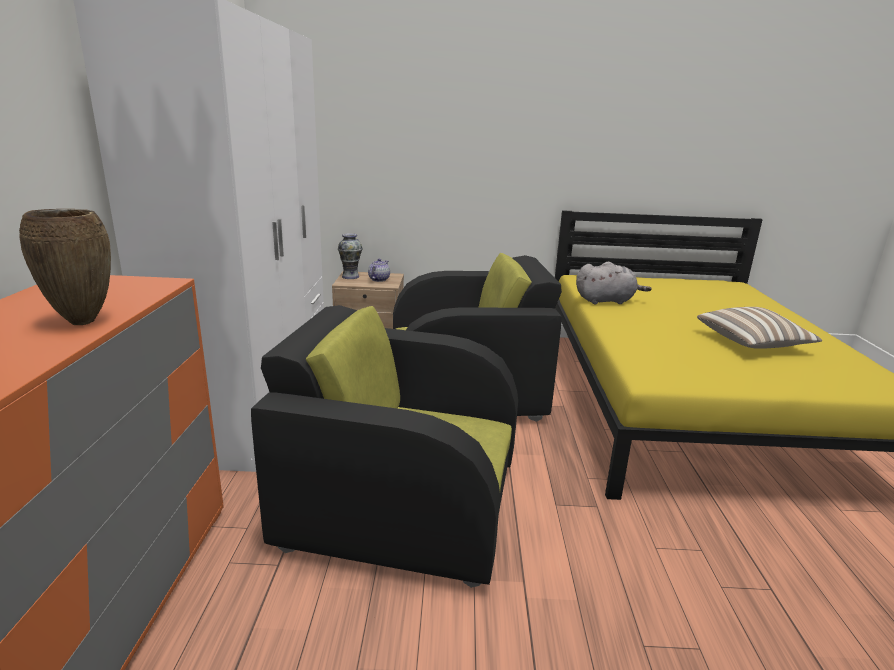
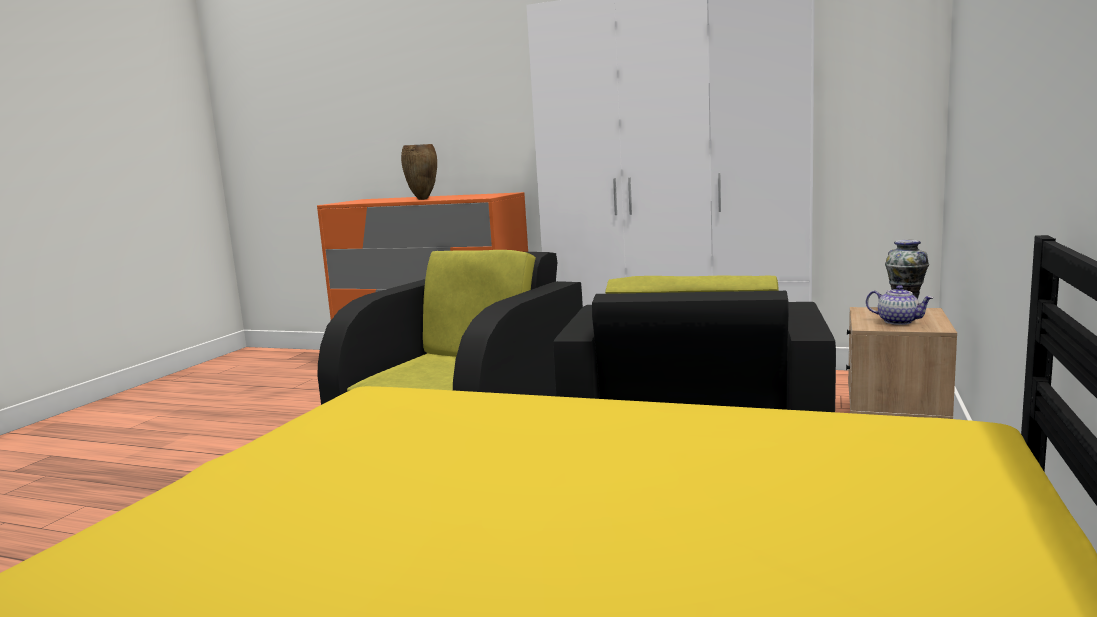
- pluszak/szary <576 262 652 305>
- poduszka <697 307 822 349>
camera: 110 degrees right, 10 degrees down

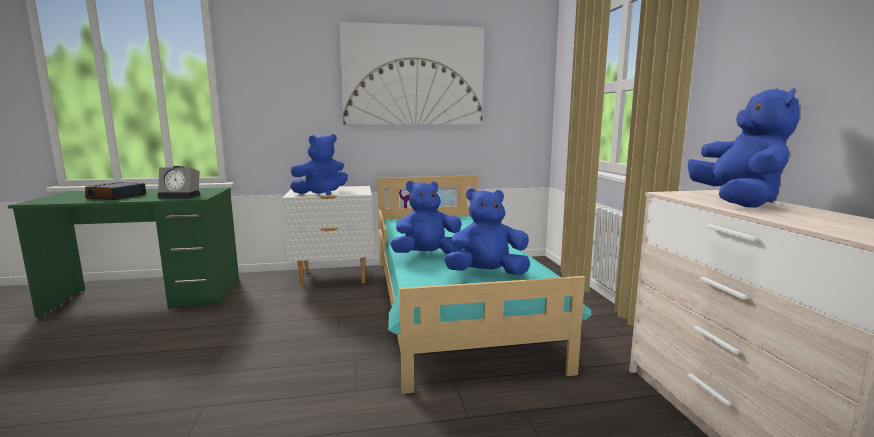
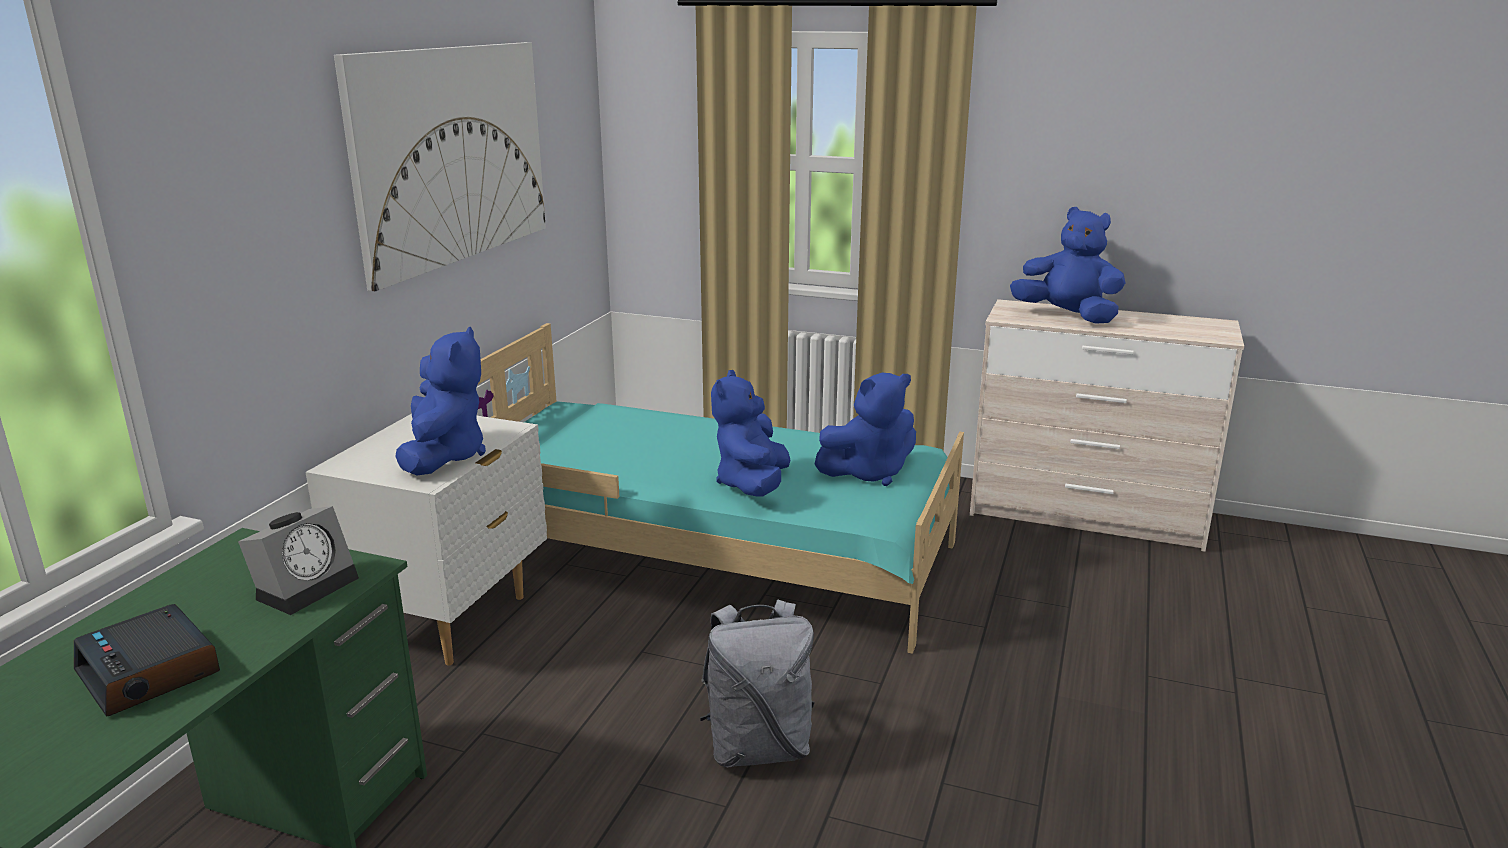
+ plecak/szary <700 600 815 767>
~ pluszak/niebieski <444 188 530 275> = <814 373 916 486> 135 degrees counterclockwise
camera: 60 degrees left, 10 degrees up

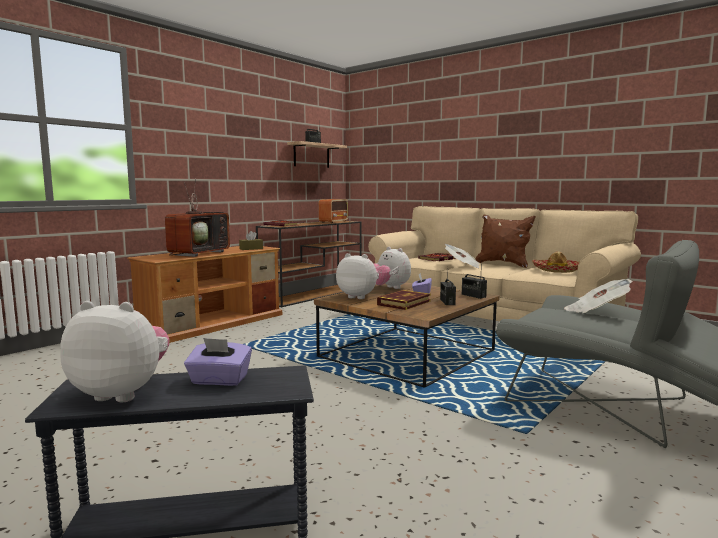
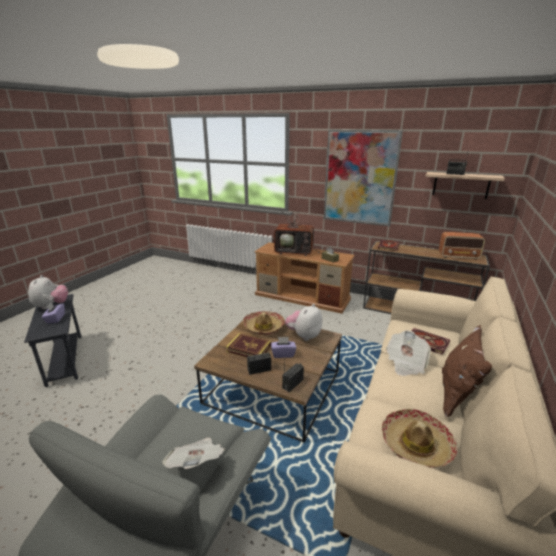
~ pluszak <336 253 379 299> to kapelusz <243 311 285 335>
+ obraz <324 130 403 226>
camera: 75 degrees right, 15 degrees up

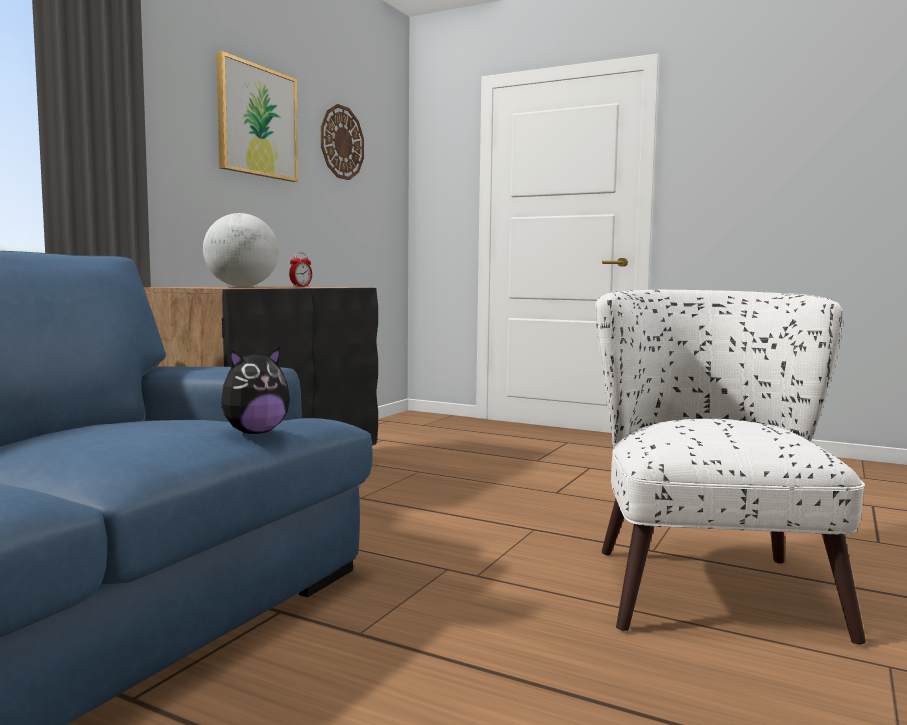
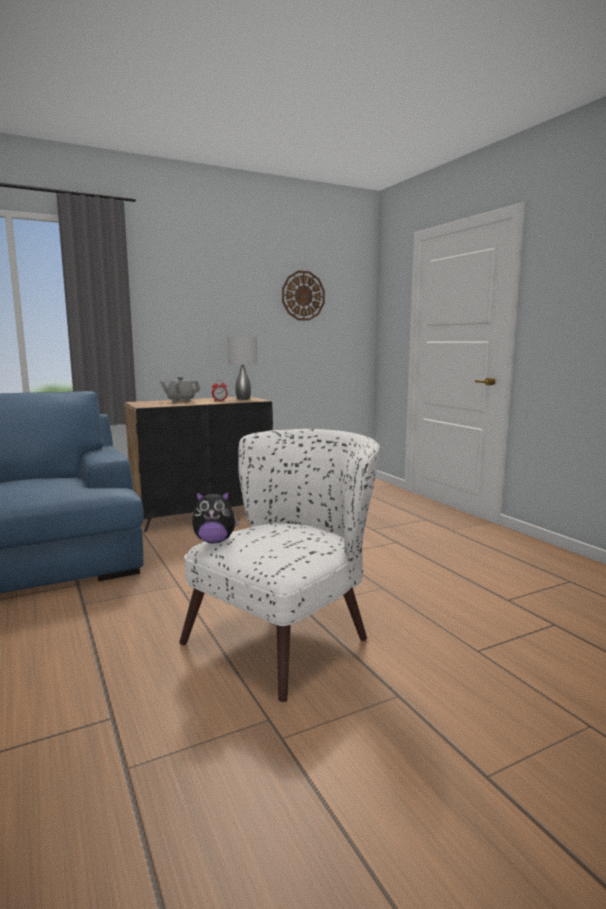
~ globus <203 213 279 287> to imbryk/szary <160 377 200 402>
~ pluszak <221 347 290 434> to <192 490 239 543>
+ lampa stołowa/szary <227 335 257 400>
- obraz <216 51 298 182>
camera: 35 degrees right, 5 degrees up

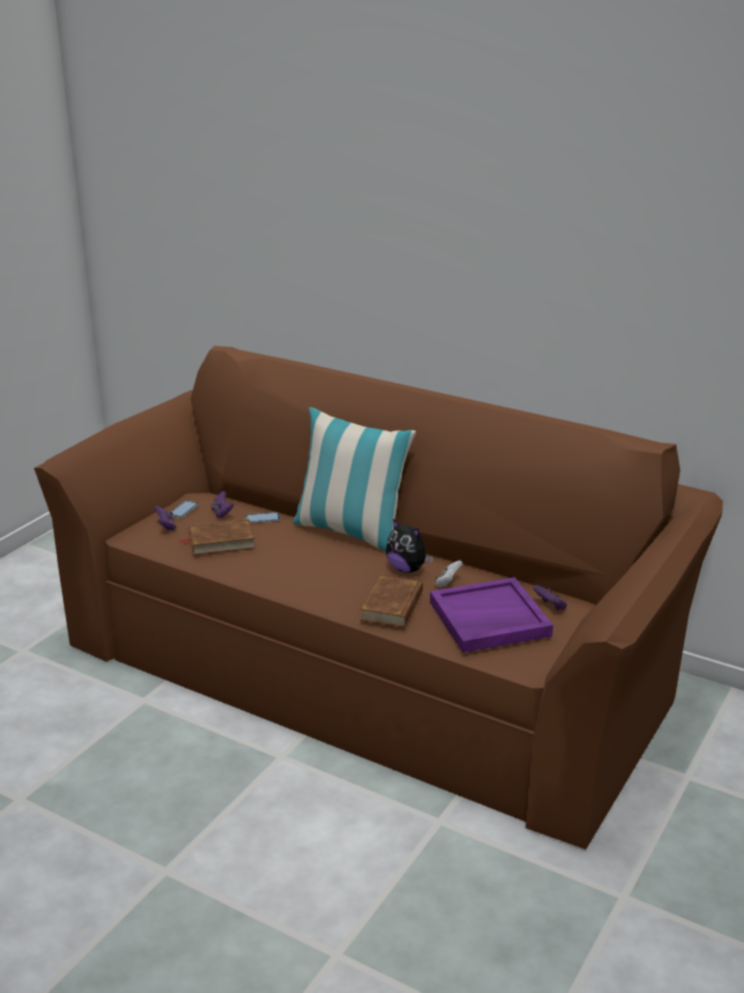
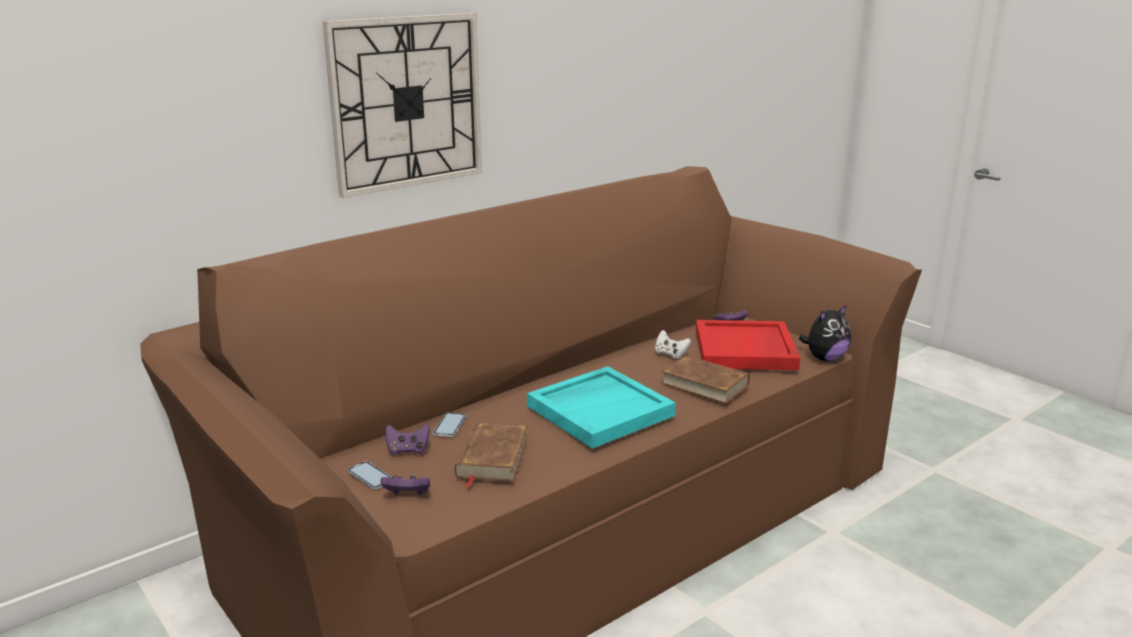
+ zegar ścienny <323 13 482 198>
+ taca/turkusowy <527 366 676 449>
~ taca/fioletowy <430 577 553 653> to taca/czerwony <696 320 800 370>
~ pluszak <386 519 434 573> to <799 304 851 362>
- poduszka <293 407 416 552>
camera: 70 degrees left, 5 degrees down

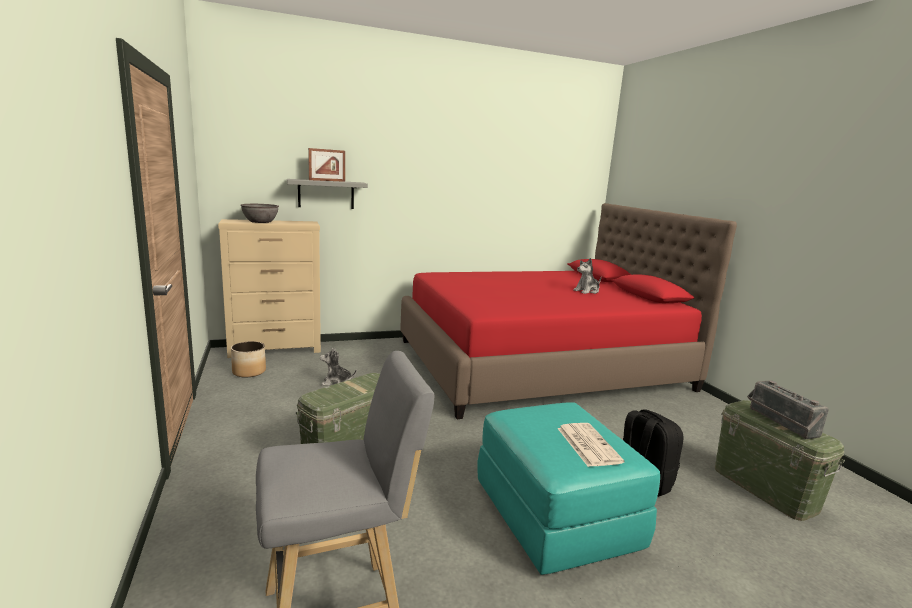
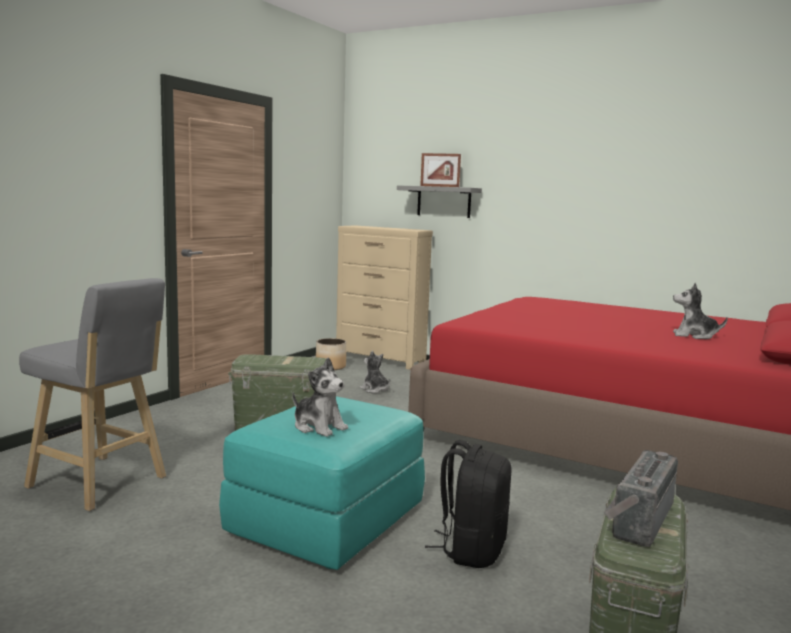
~ gazeta <557 423 625 467> to pluszak <292 357 348 437>
- miska/szary <240 204 279 223>
camera: 50 degrees right, 5 degrees down

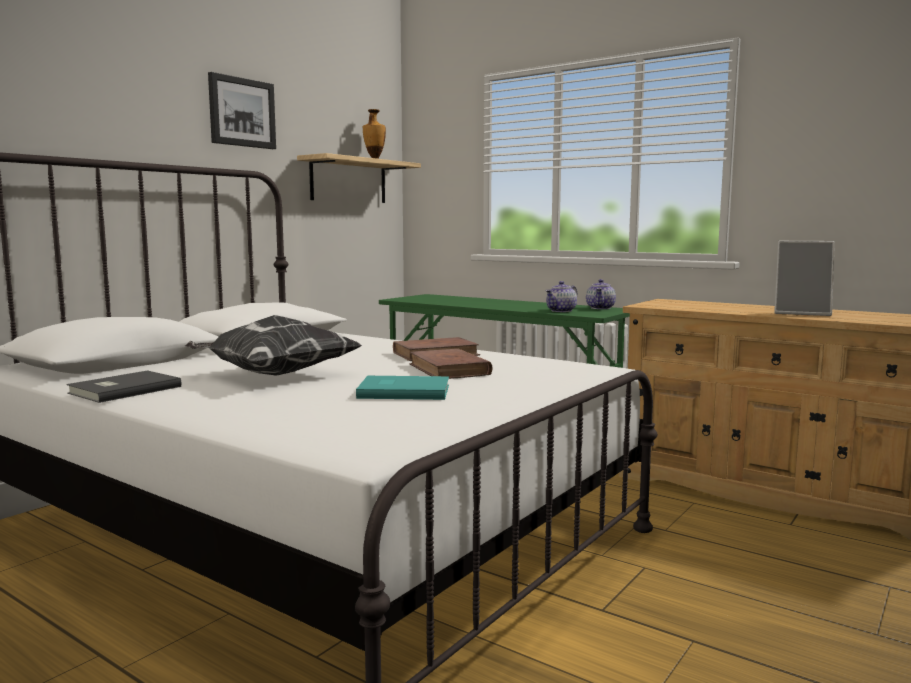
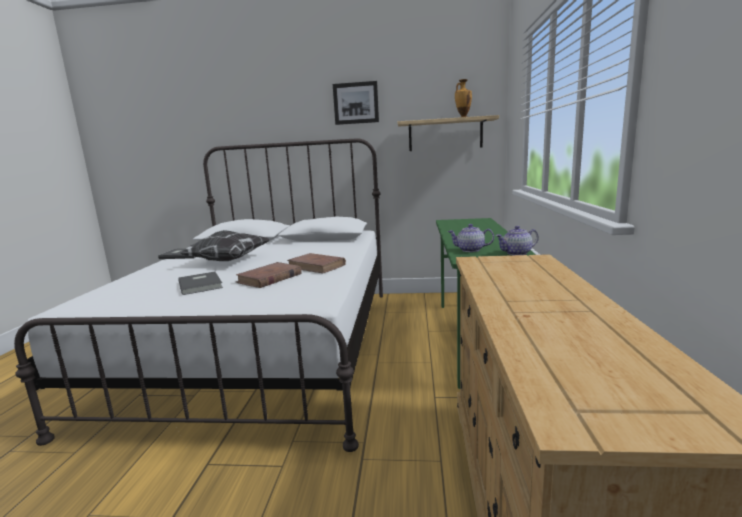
~ książka/turkusowy <356 376 449 400> to książka/szary <178 272 223 295>
- ramka na zdjęcie <774 241 835 316>
camera: 60 degrees right, 5 degrees up

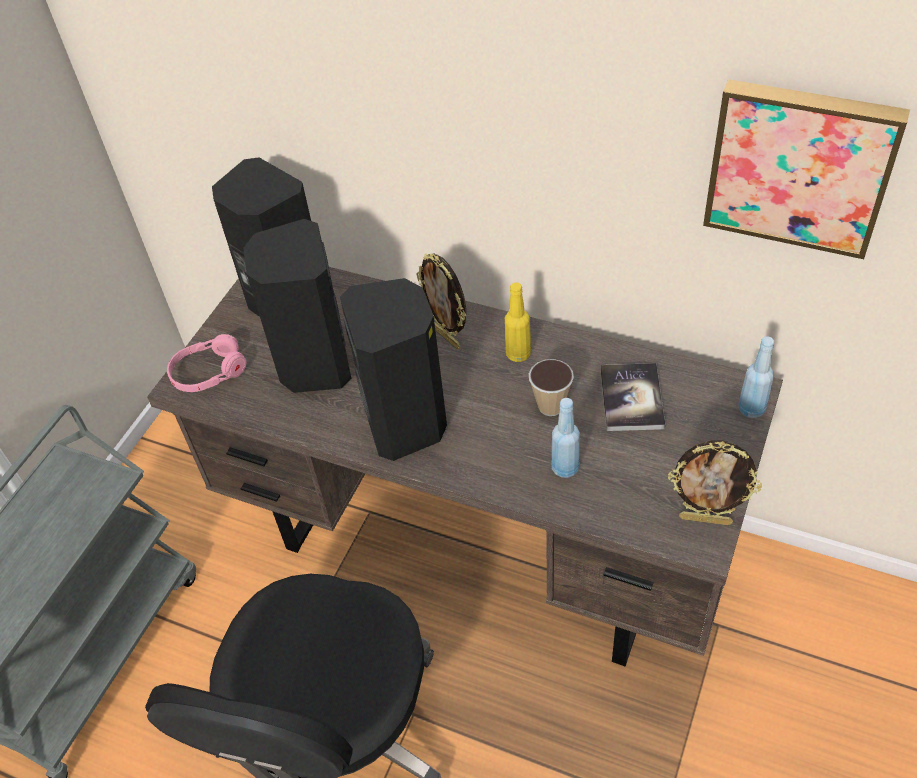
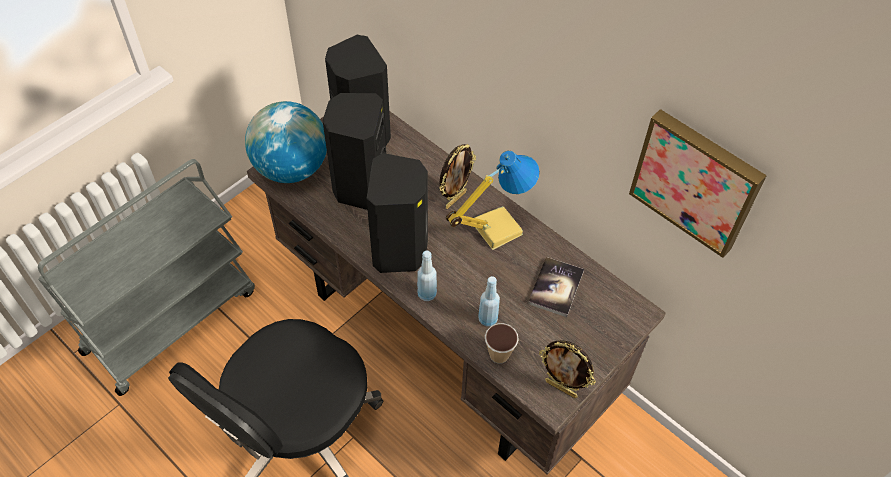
~ słuchawki/różowy <167 334 246 392> to globus <245 101 327 183>
~ butelka/niebieski <738 336 774 418> to <417 251 437 301>
~ ramka na zdjęcie <416 254 466 349> = <439 144 476 209> 120 degrees counterclockwise
~ butelka/żółty <505 282 531 362> to lampa stołowa <446 151 540 250>
~ filiżanka <529 359 574 416> to <485 323 519 364>
camera: 15 degrees right, 5 degrees up

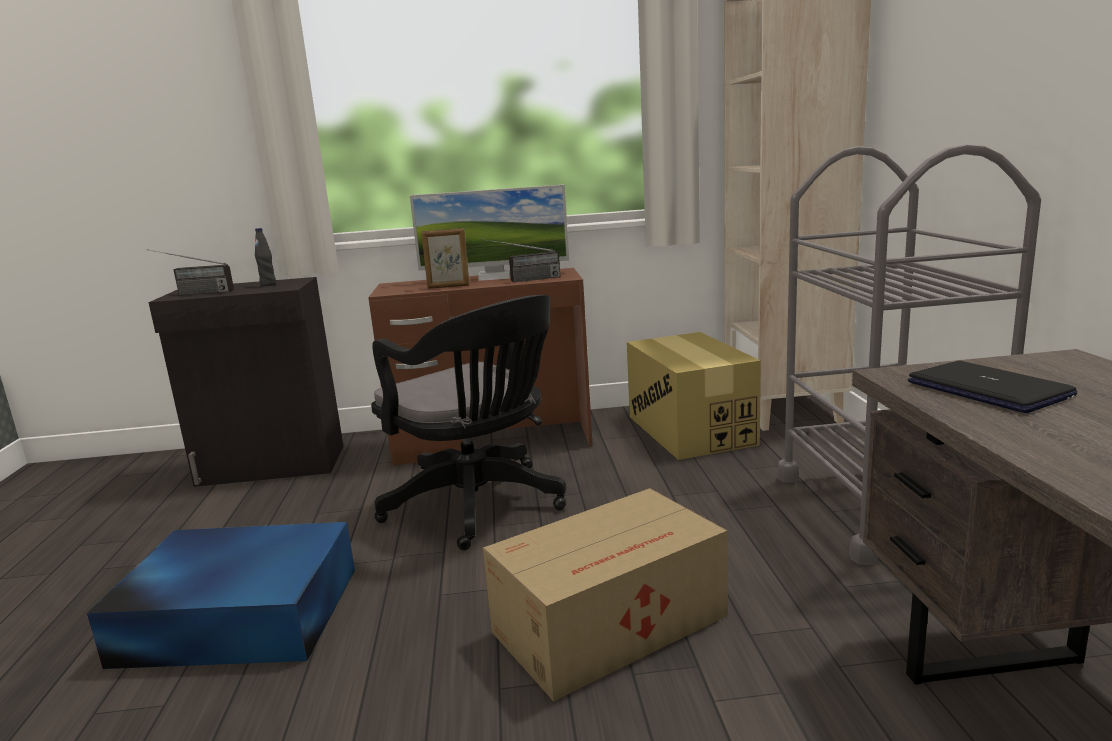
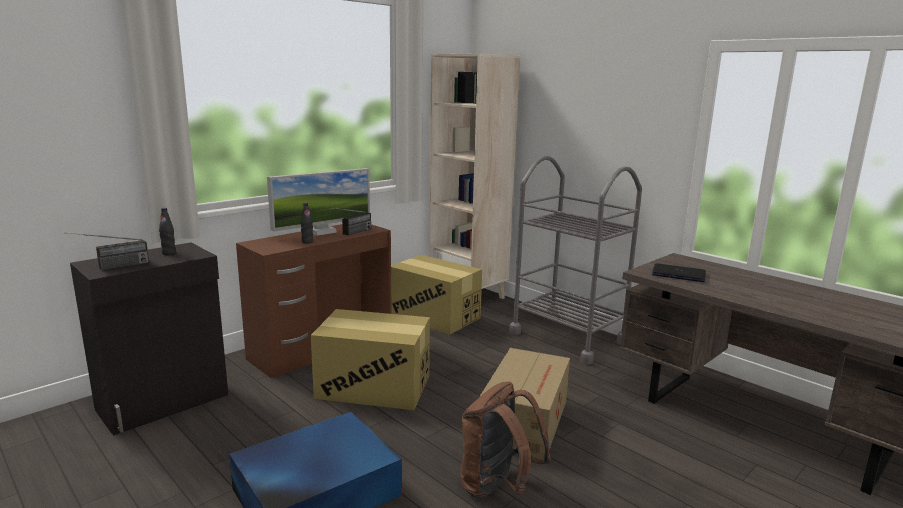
~ ramka na zdjęcie <421 228 469 289> to butelka/czarny <301 203 313 244>
~ krzesło biurowe/czarny <371 295 566 550> to karton <311 309 430 410>
+ plecak/brązowy <460 381 551 498>
camera: 40 degrees left, 0 degrees up

